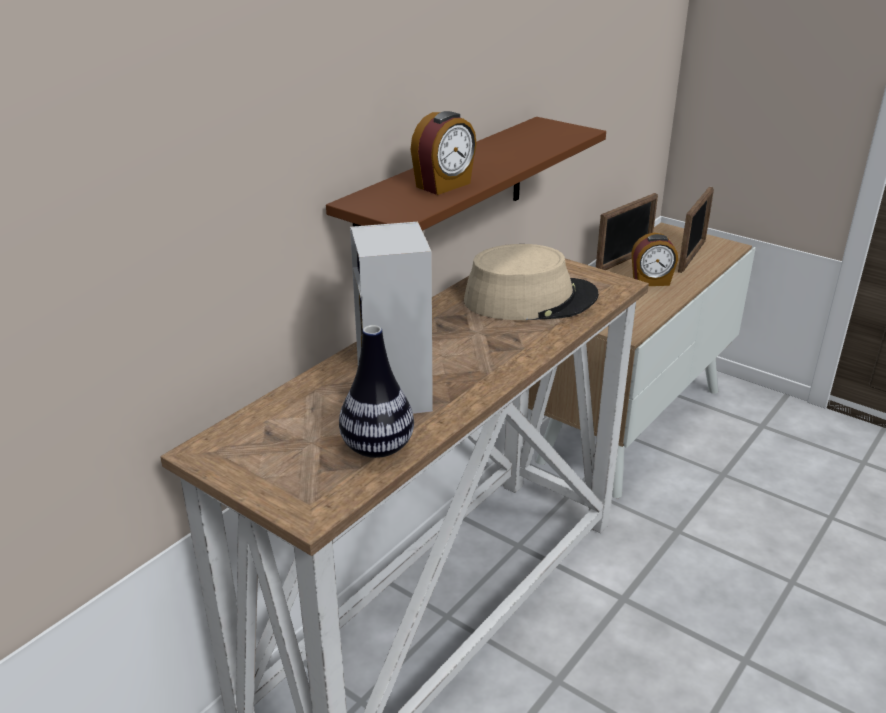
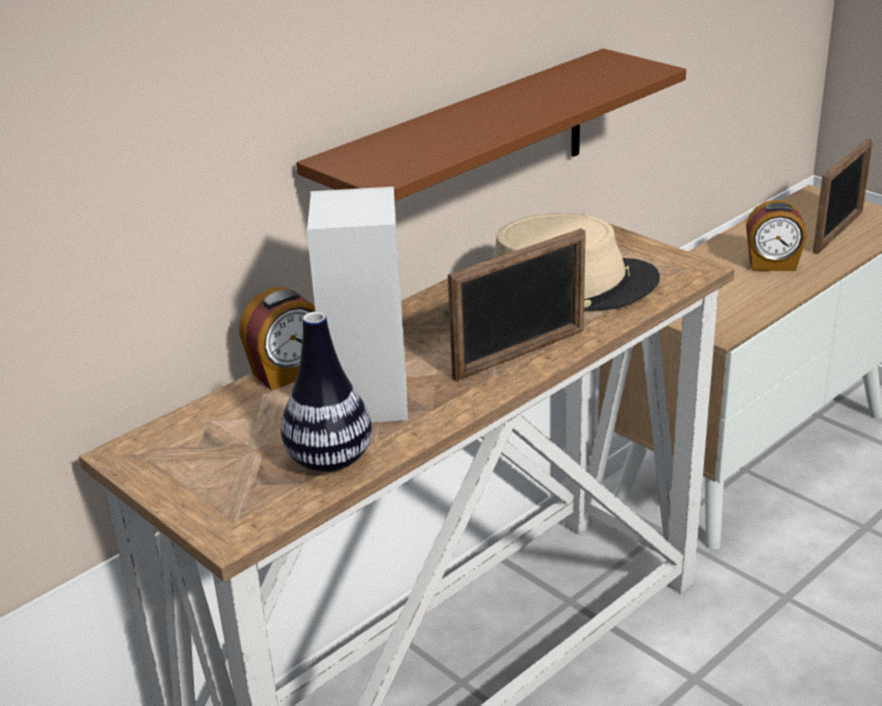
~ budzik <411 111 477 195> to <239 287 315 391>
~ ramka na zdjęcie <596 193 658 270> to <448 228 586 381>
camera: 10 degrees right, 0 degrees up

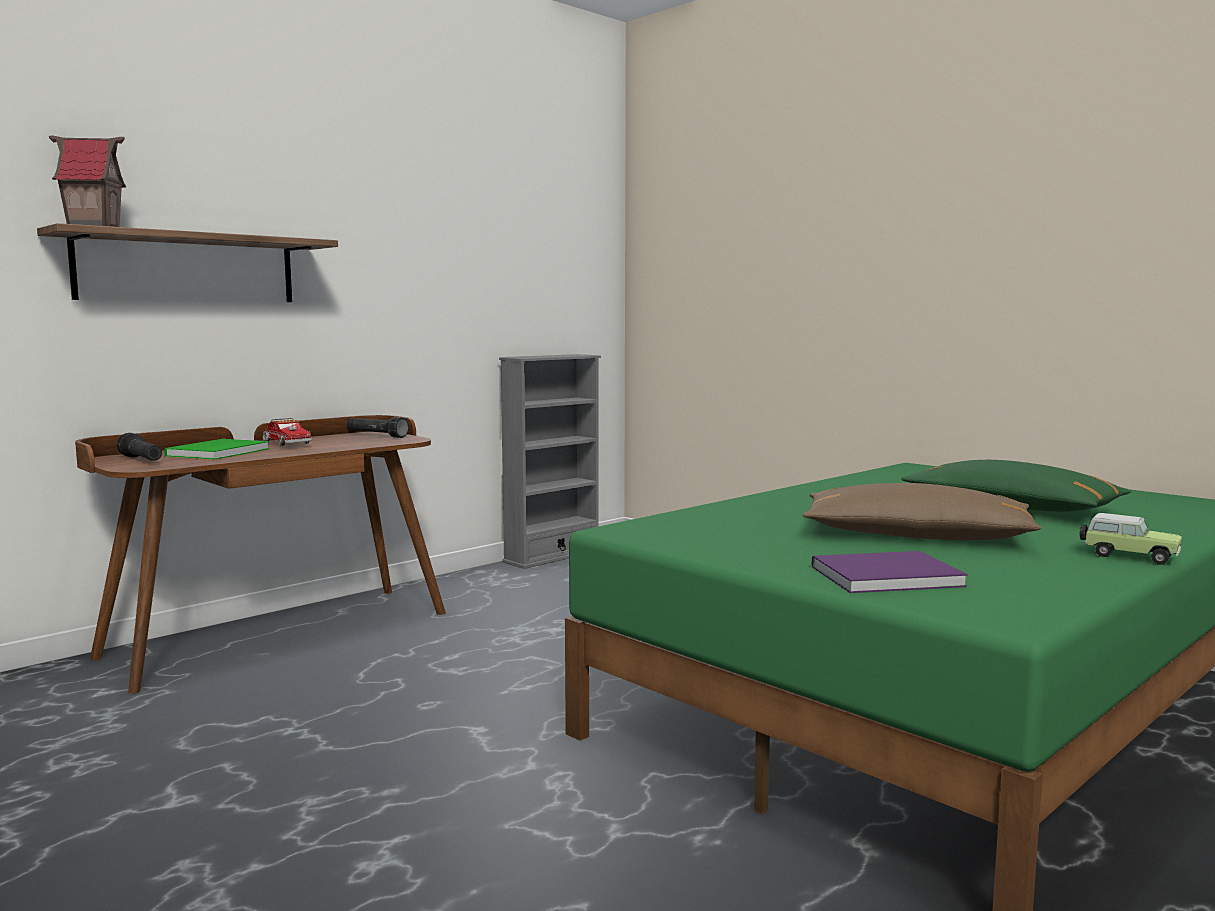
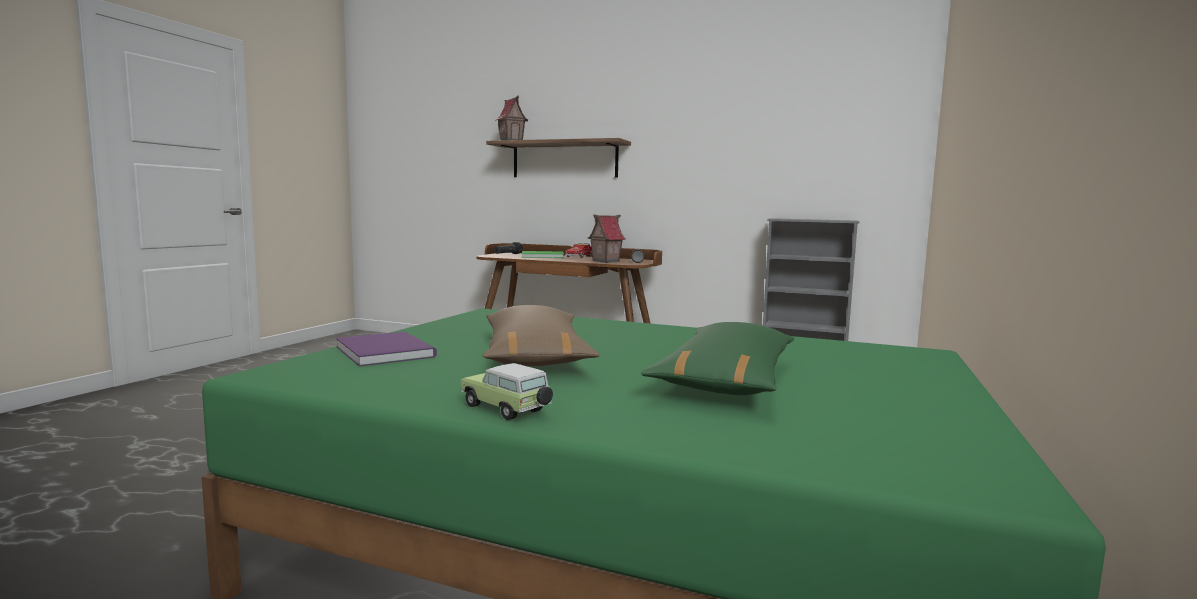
~ samochodzik <1080 513 1182 565> = <461 363 553 420> 120 degrees clockwise
+ domek <588 214 626 263>
camera: 65 degrees right, 0 degrees up

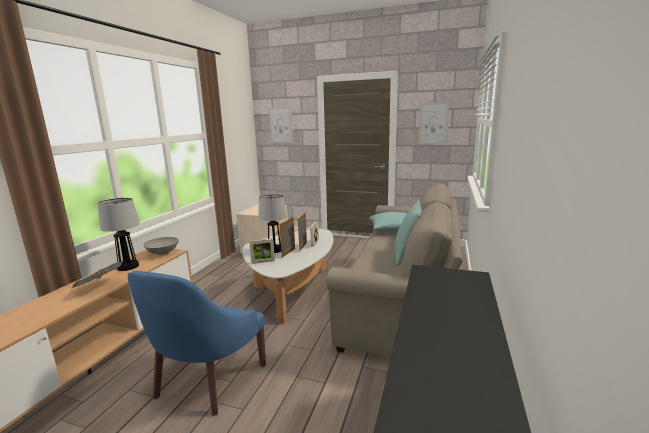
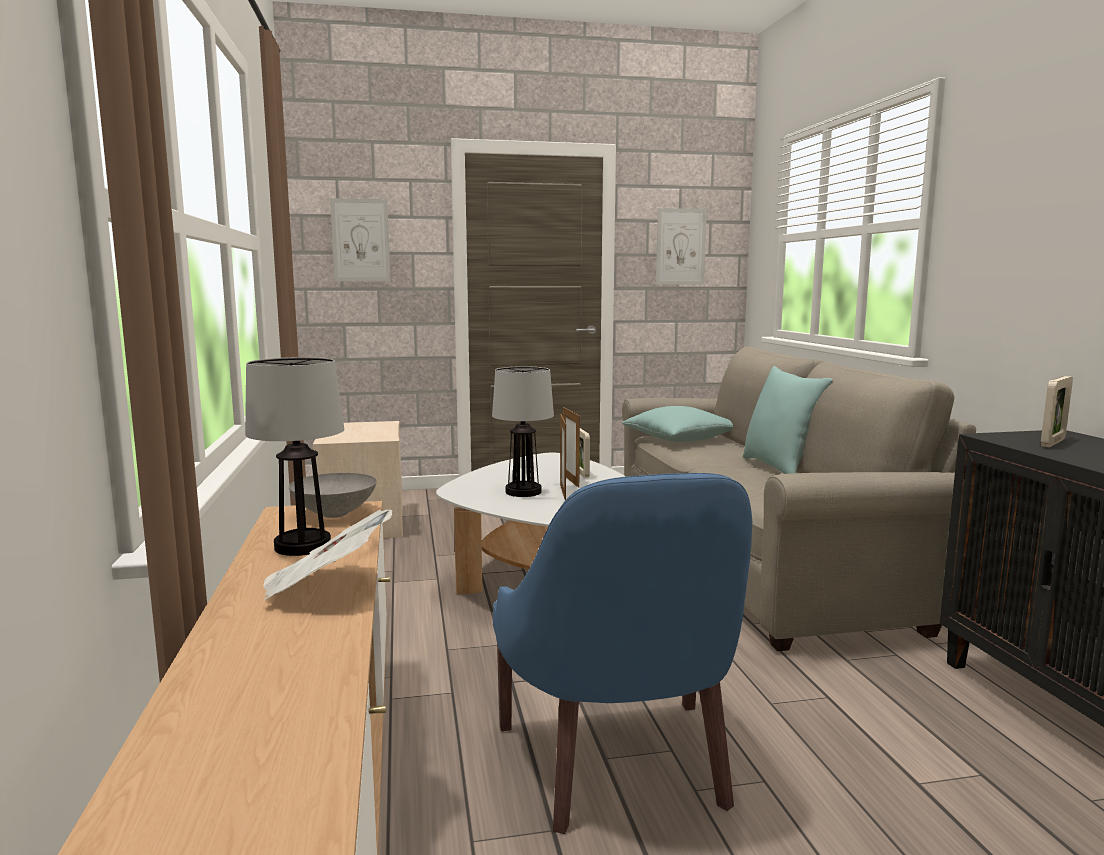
~ ramka na zdjęcie <250 239 275 264> to <1041 376 1073 447>
camera: 30 degrees left, 5 degrees down

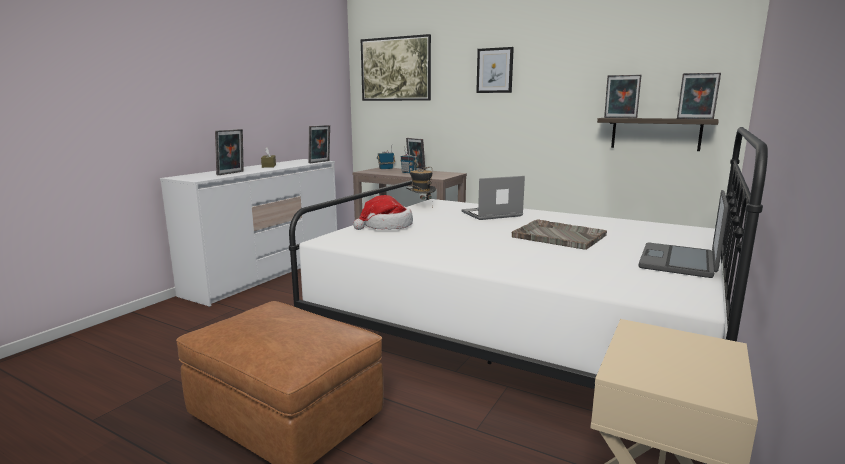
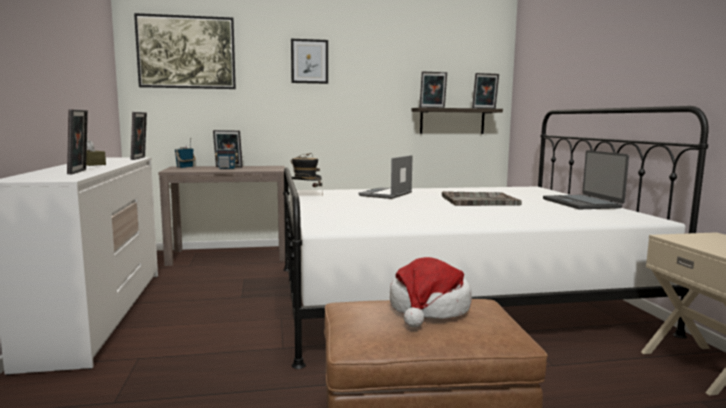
~ kapelusz <353 195 413 230> to <390 257 472 328>
camera: 40 degrees left, 5 degrees down

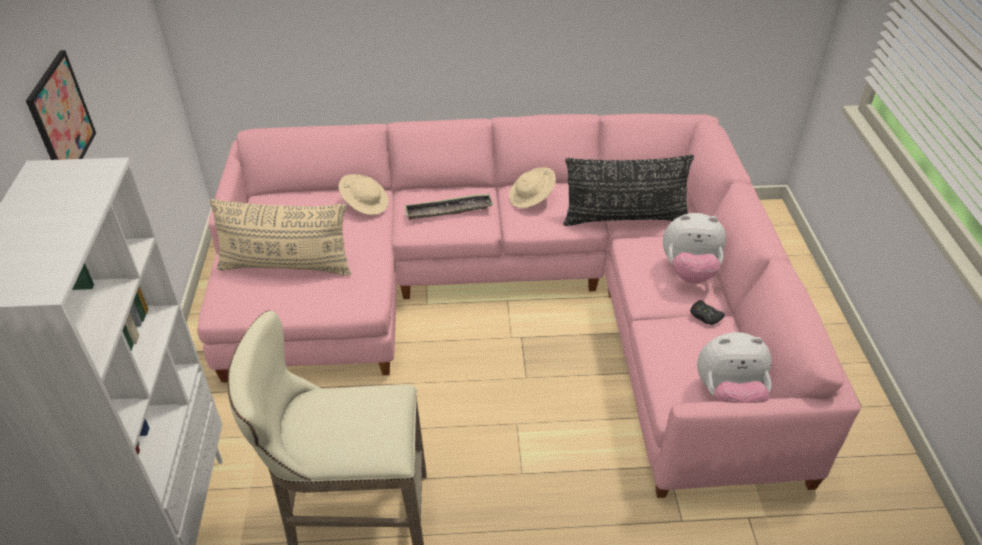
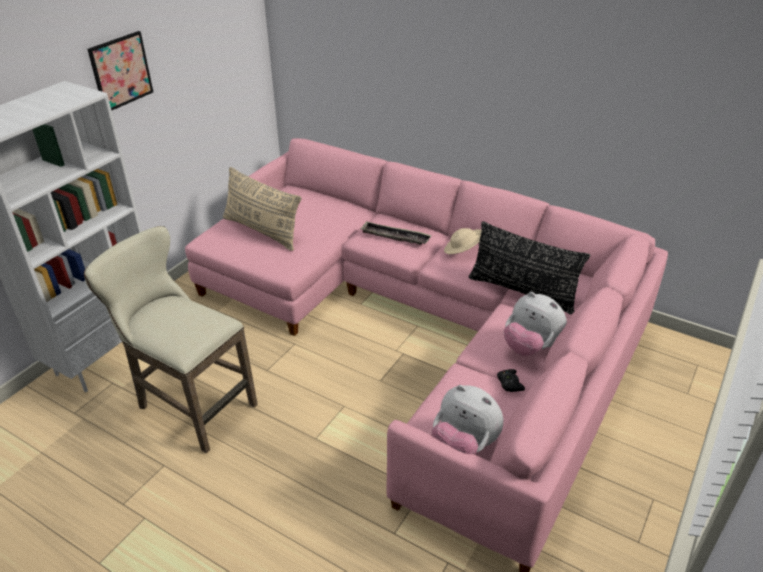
- kapelusz/beżowy <338 174 388 215>
camera: 35 degrees right, 5 degrees down

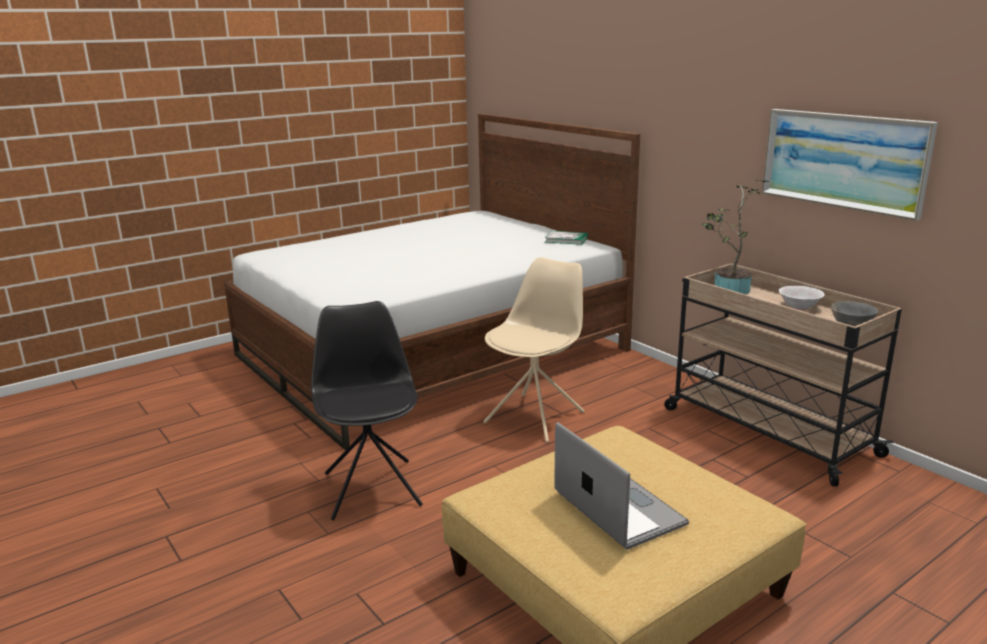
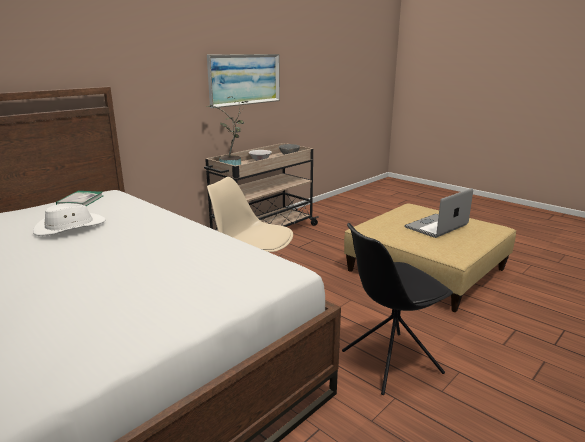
+ kapelusz/biały <33 203 106 236>
camera: 100 degrees left, 0 degrees up

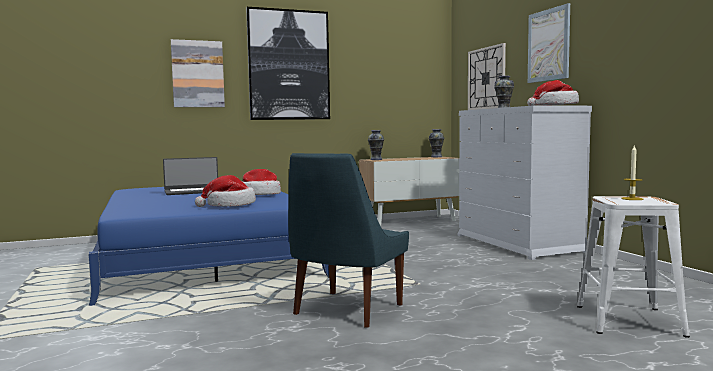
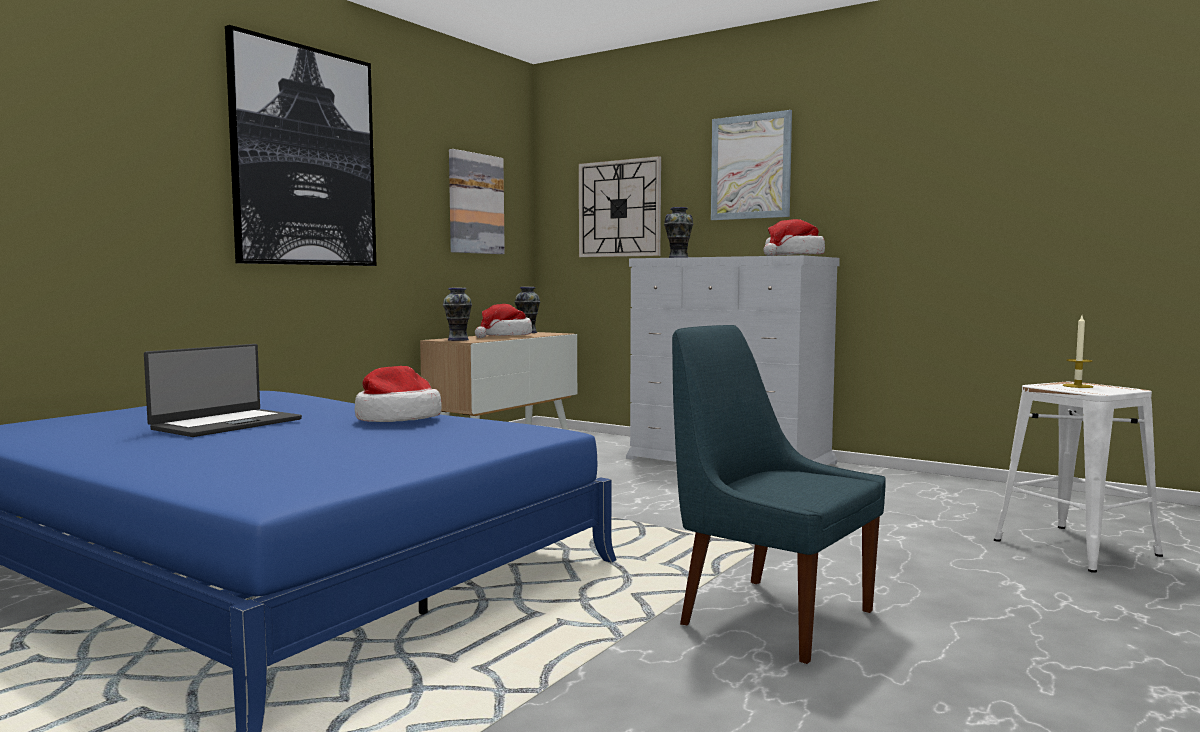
~ obraz <171 39 225 107> to <449 149 505 254>
~ kapelusz <195 175 256 207> to <475 304 532 338>
~ krzesło/niebieski <288 153 409 328> = <672 325 886 664> 135 degrees clockwise
camera: 35 degrees left, 0 degrees up

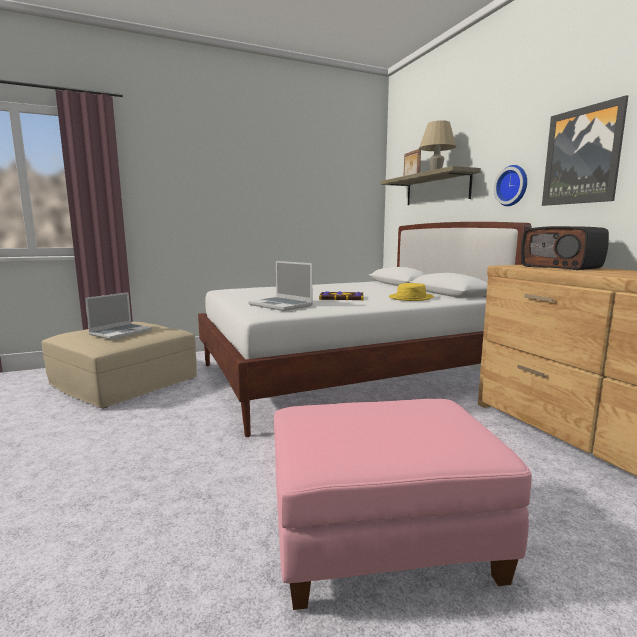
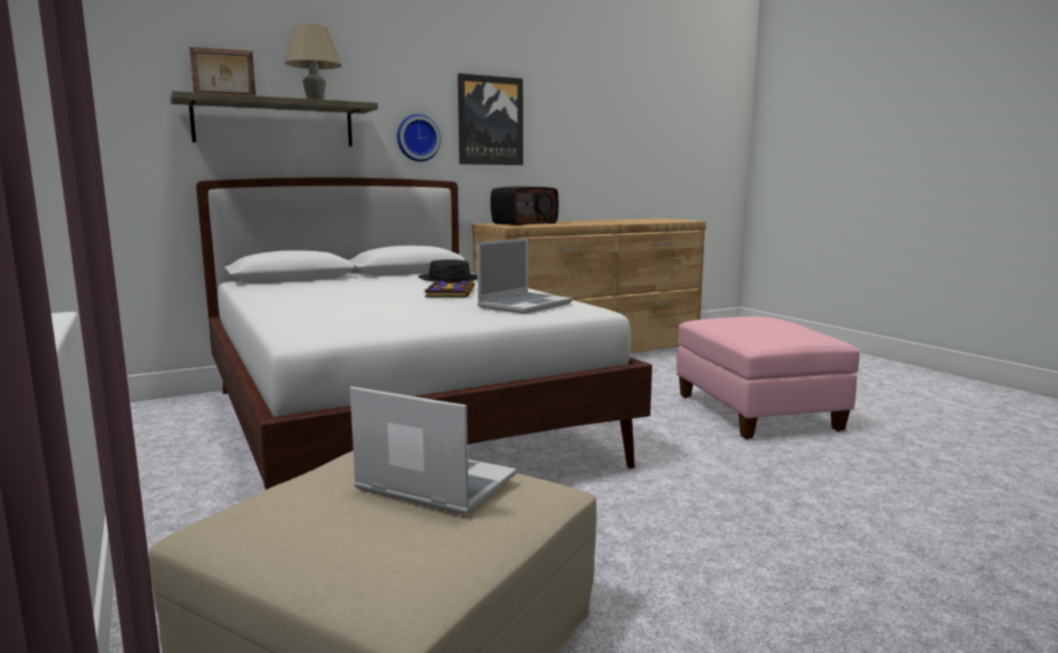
~ kapelusz/żółty <389 283 434 301> to kapelusz/czarny <418 260 478 282>
camera: 95 degrees left, 0 degrees up

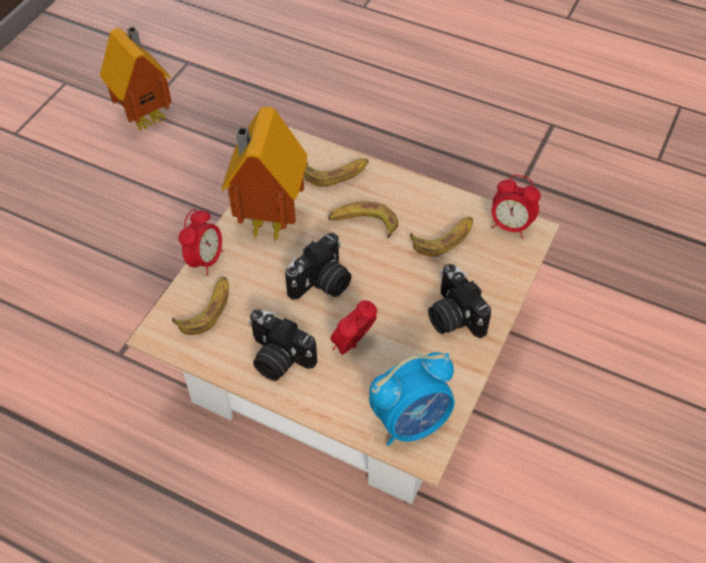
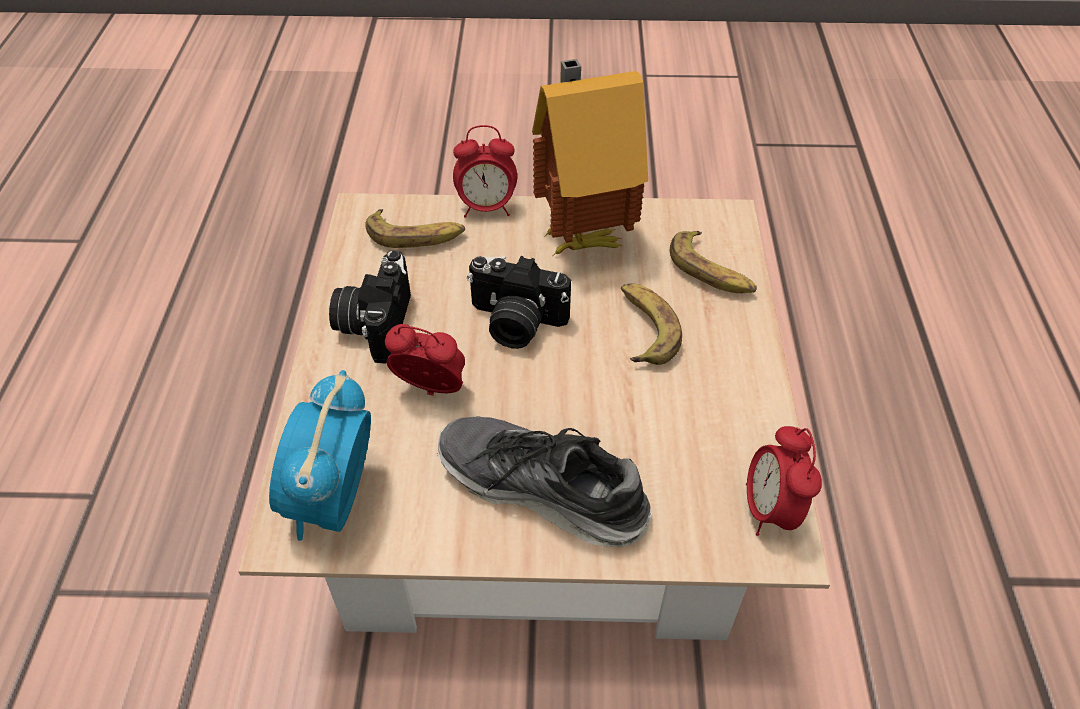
~ budzik <369 352 455 446> = <269 370 371 541> 60 degrees clockwise
~ aparat fotograficzny <428 264 491 338> to but <437 416 652 547>
- domek <100 26 172 132>
- banan <410 217 473 256>
camera: 65 degrees right, 5 degrees down

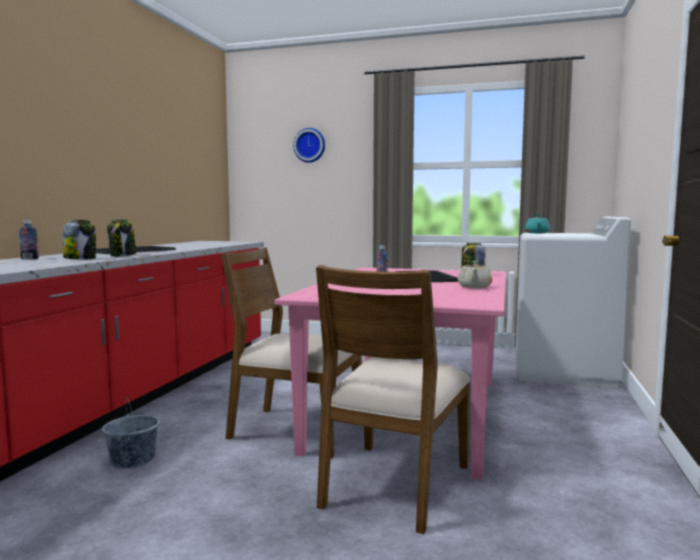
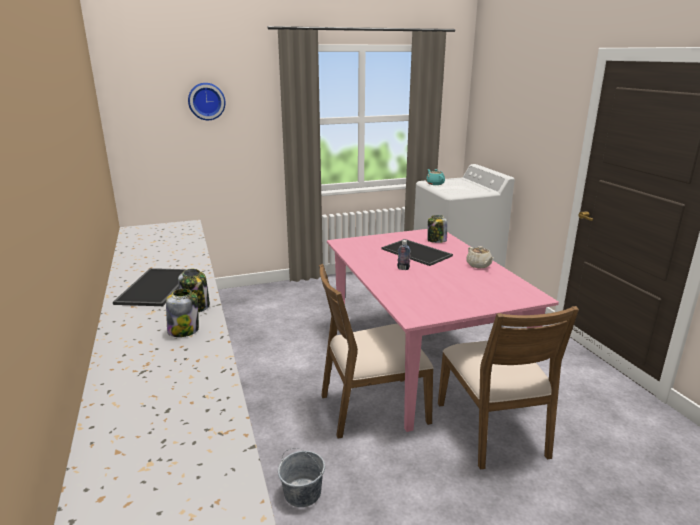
- butelka <19 220 39 260>
camera: 35 degrees left, 15 degrees up

